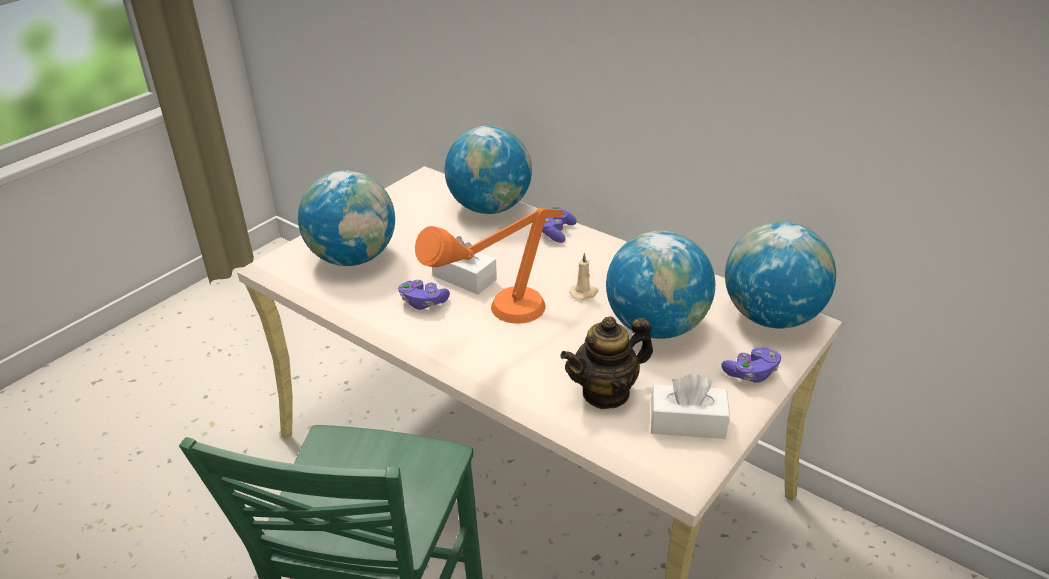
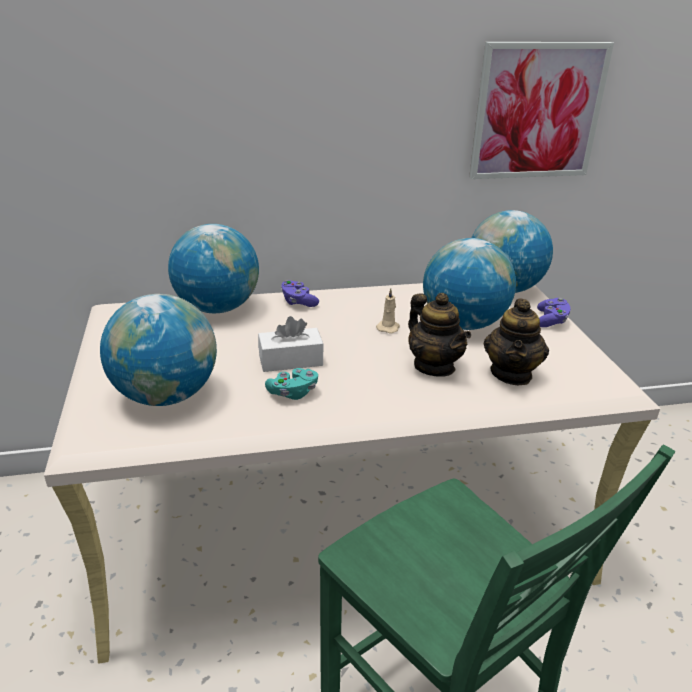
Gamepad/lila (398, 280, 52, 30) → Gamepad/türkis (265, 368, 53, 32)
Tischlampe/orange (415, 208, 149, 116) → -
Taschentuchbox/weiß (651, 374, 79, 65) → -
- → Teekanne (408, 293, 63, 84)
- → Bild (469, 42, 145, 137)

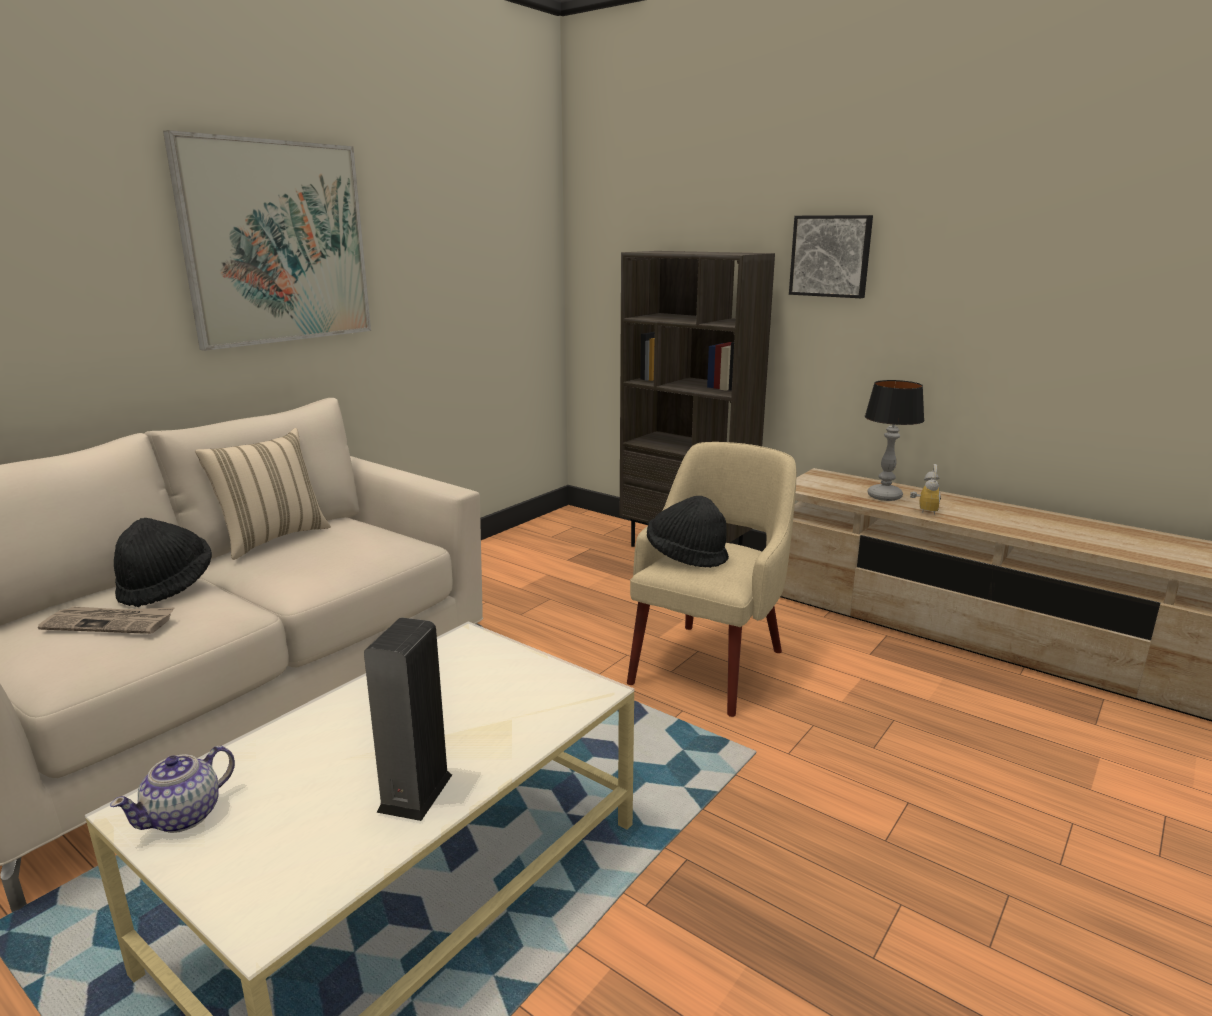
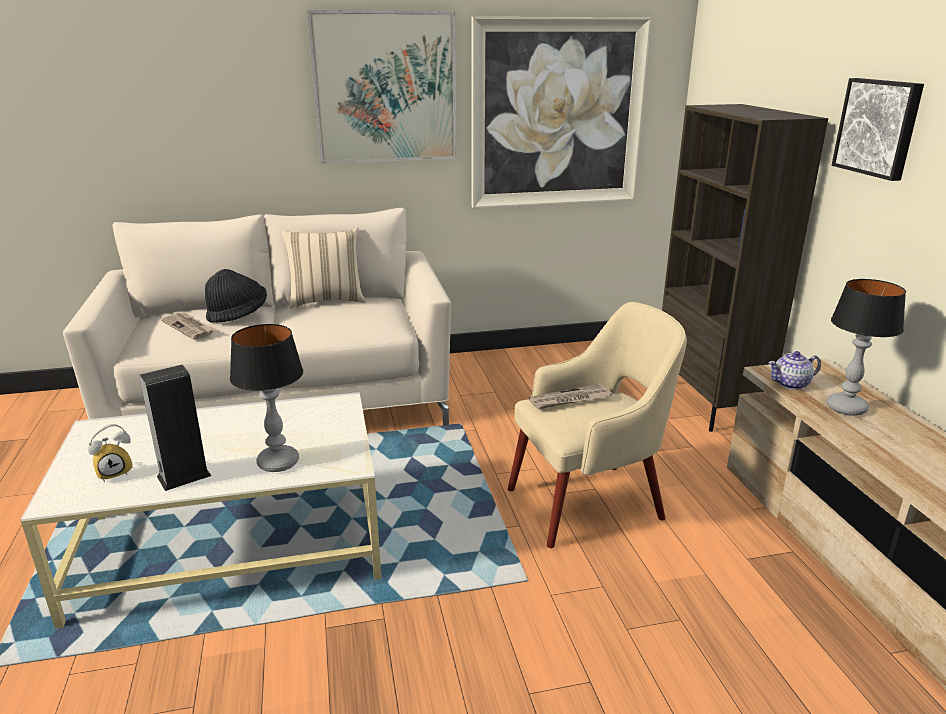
Teekanne (110, 746, 125, 87) → Teekanne (768, 351, 53, 39), move
Hut/schwarz (647, 496, 82, 72) → Zeitung (529, 384, 83, 25)
Wecker (910, 464, 31, 51) → Wecker (88, 424, 45, 58), move
- → Tischlampe (230, 324, 73, 148)
- → Bild (471, 17, 180, 191)

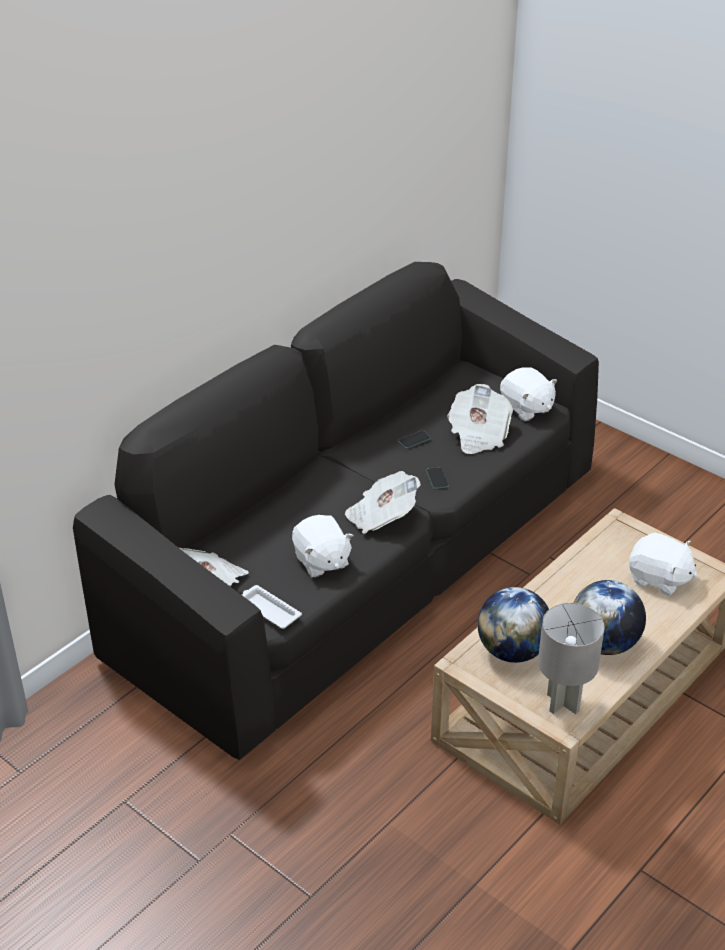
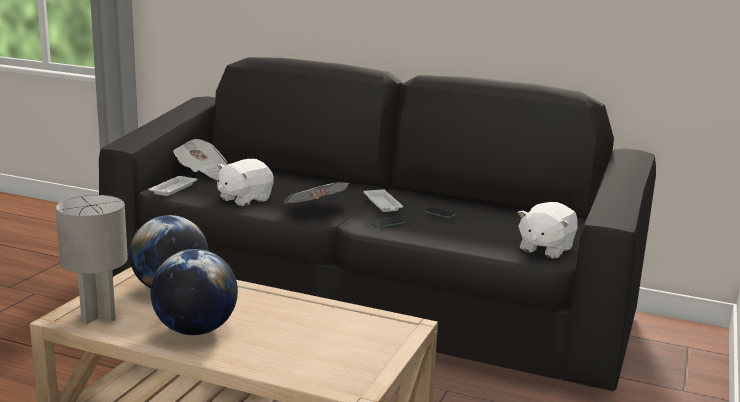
Zeitung (448, 384, 65, 70) → -
Plüschtier/weiß (629, 533, 68, 63) → -
- → Tablett/weiß (364, 189, 39, 23)

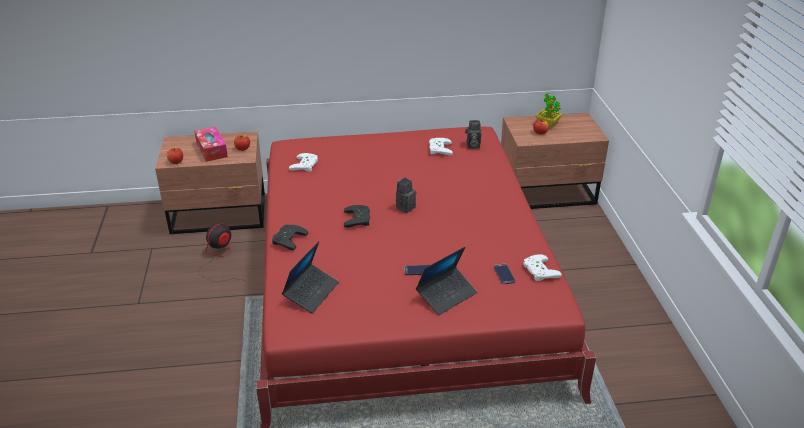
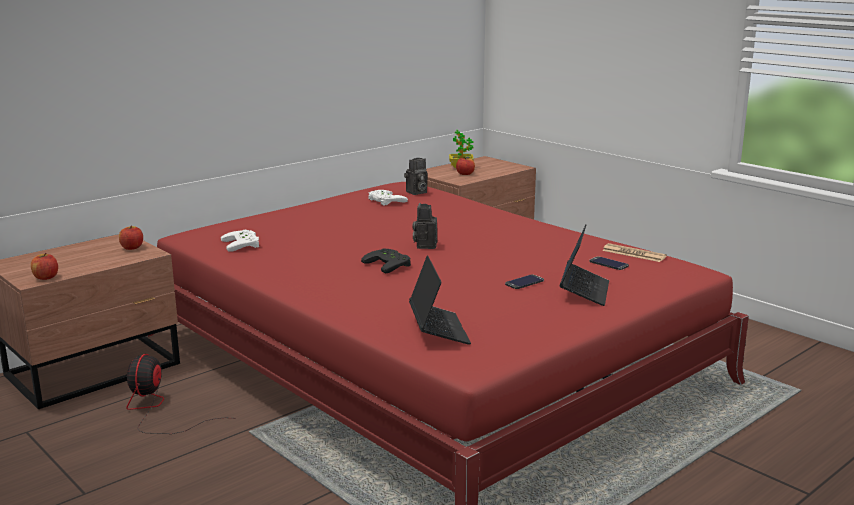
Taschentuchbox (194, 127, 34, 35) → -
Gamepad/schwarz (272, 225, 36, 26) → -
Gamepad/weiß (523, 254, 39, 27) → Zeitung (602, 243, 65, 19)

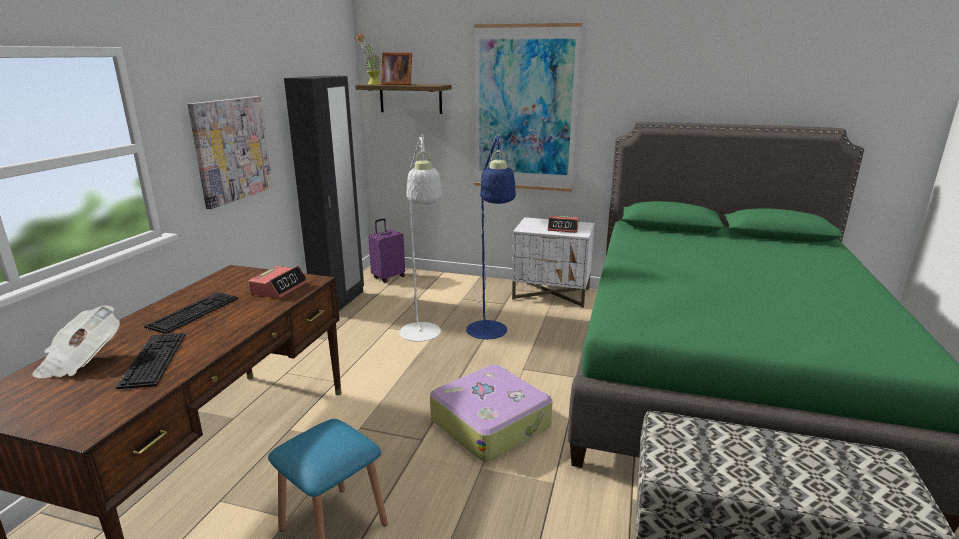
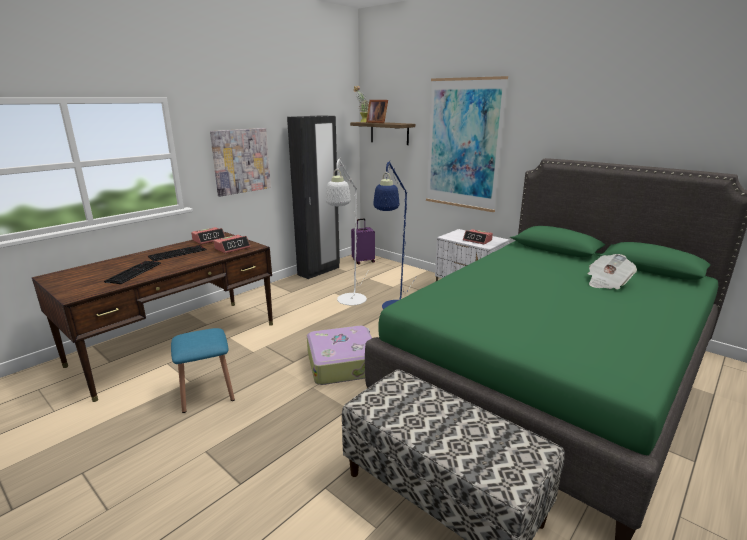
Zeitung (32, 305, 88, 73) → Zeitung (588, 254, 49, 35), move
- → Wecker (191, 227, 34, 17)

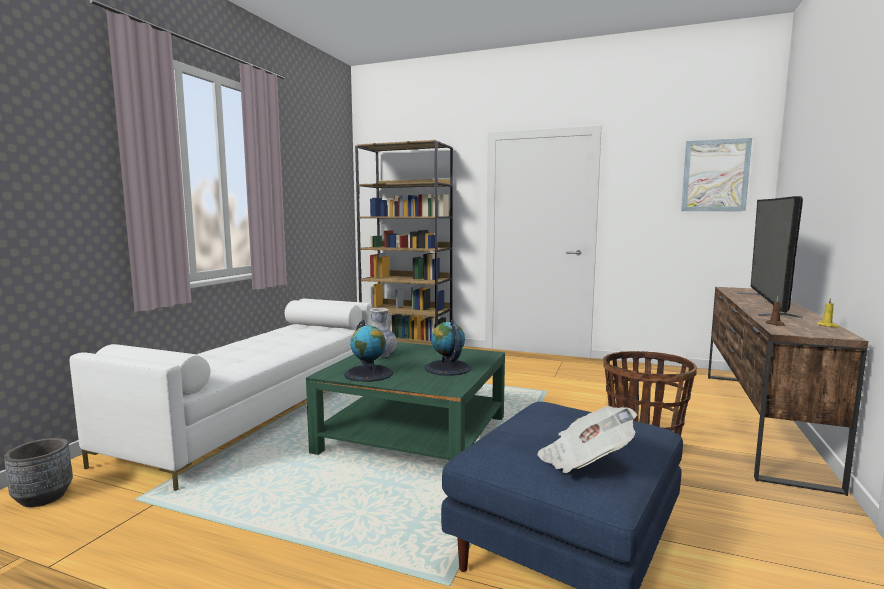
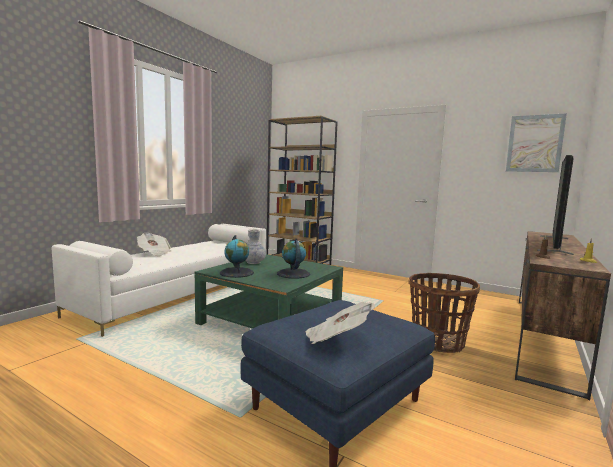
Pflanzkübel/grau (4, 438, 69, 69) → -
- → Zeitung (137, 233, 34, 23)

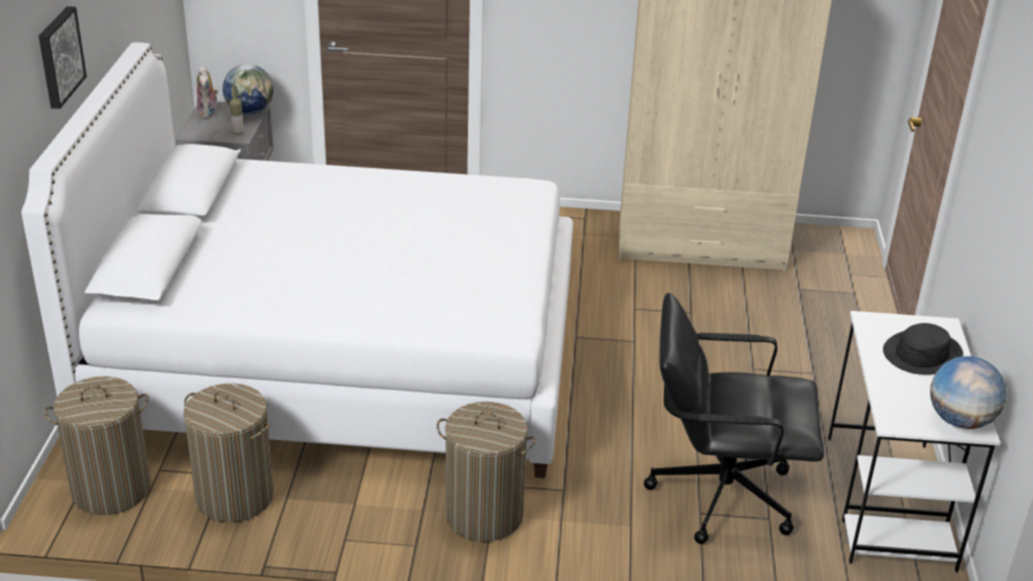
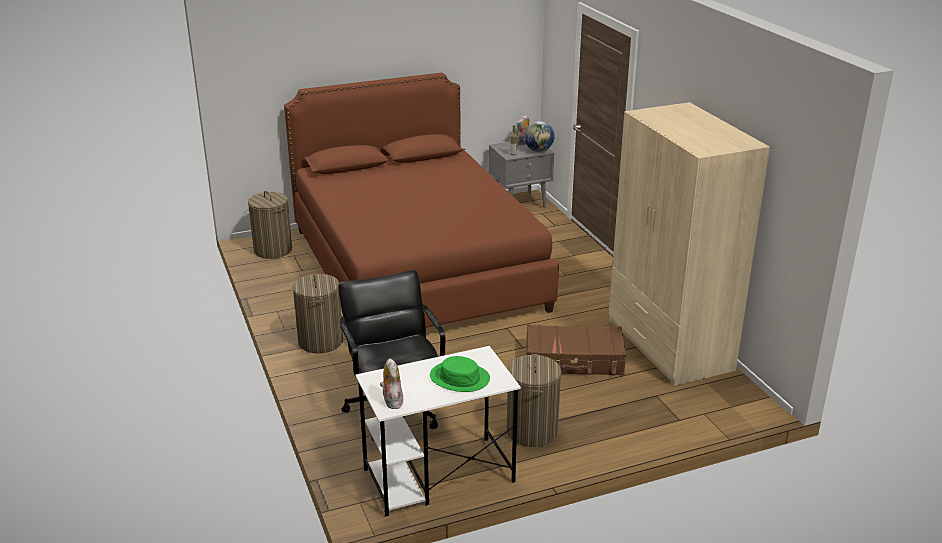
Bett/weiß (21, 42, 552, 436) → Bett/braun (284, 73, 275, 255)
Bild (39, 6, 48, 103) → -
Wäschekorb (184, 383, 90, 139) → Wäschekorb (507, 354, 54, 93), move
Hut/schwarz (883, 323, 80, 52) → Hut/grün (430, 356, 60, 36)
Globus (930, 356, 77, 73) → Plüschtier (380, 358, 23, 51)
- → Koffer/braun (526, 324, 100, 52)

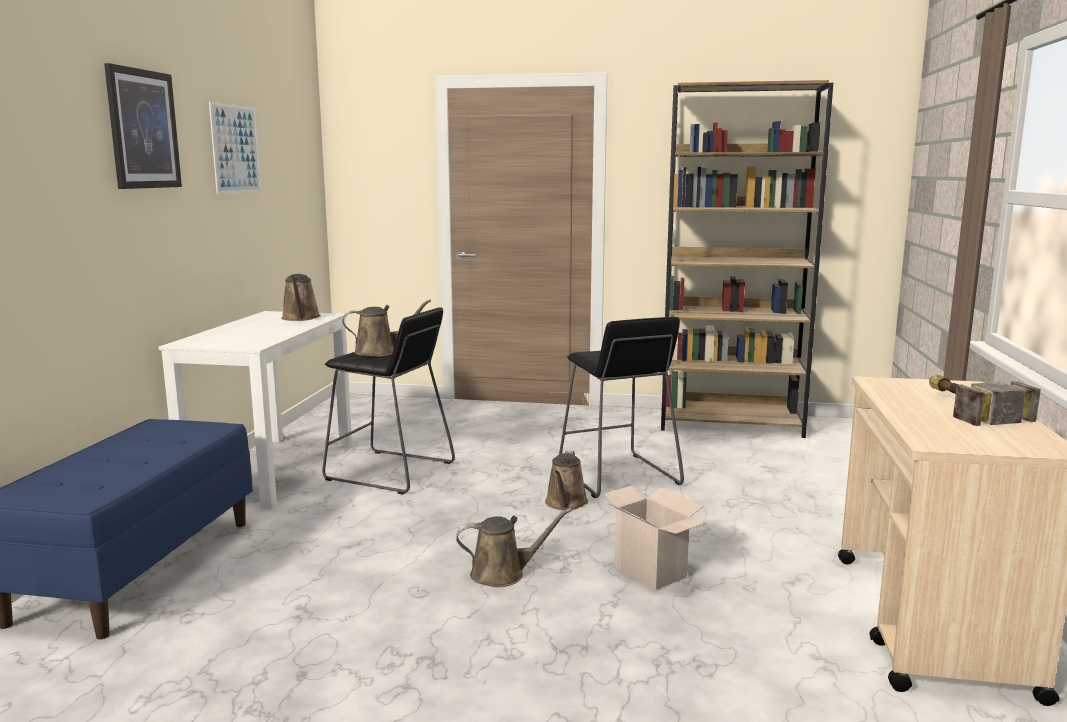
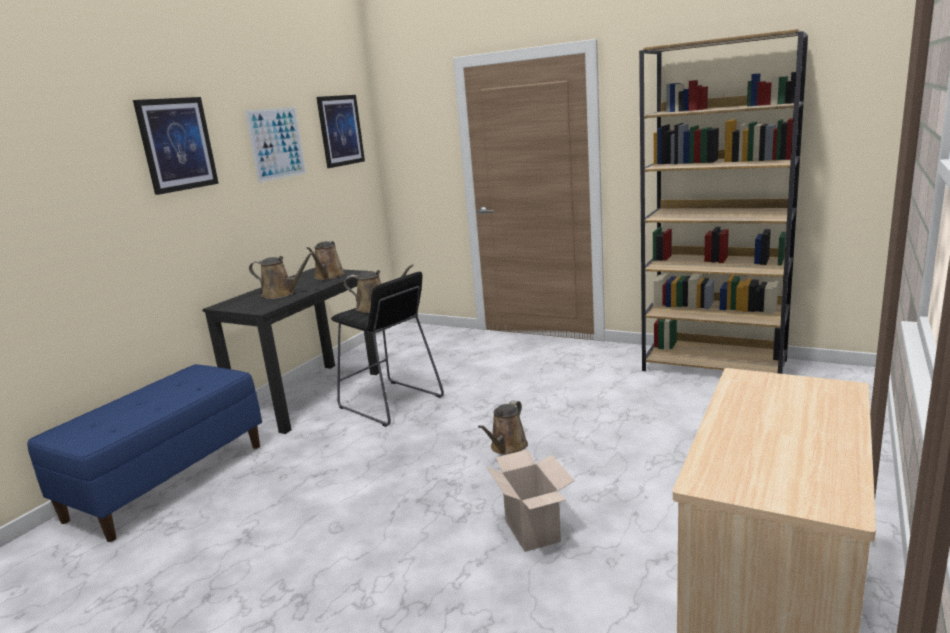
Schreibtisch/weiß (158, 311, 194, 199) → Schreibtisch/schwarz (202, 268, 177, 166)
Gießkanne/braun (456, 508, 116, 79) → Gießkanne/braun (249, 251, 65, 48), move
Hocker/schwarz (559, 317, 125, 181) → -
Hammer (929, 375, 112, 51) → -
- → Bild (316, 95, 49, 73)

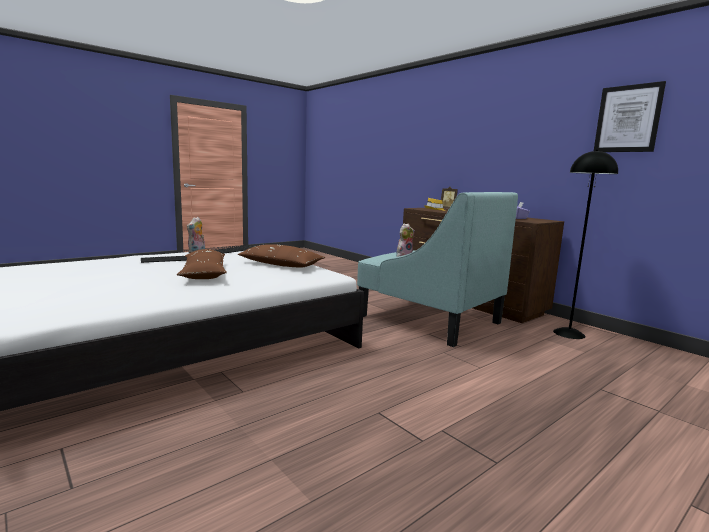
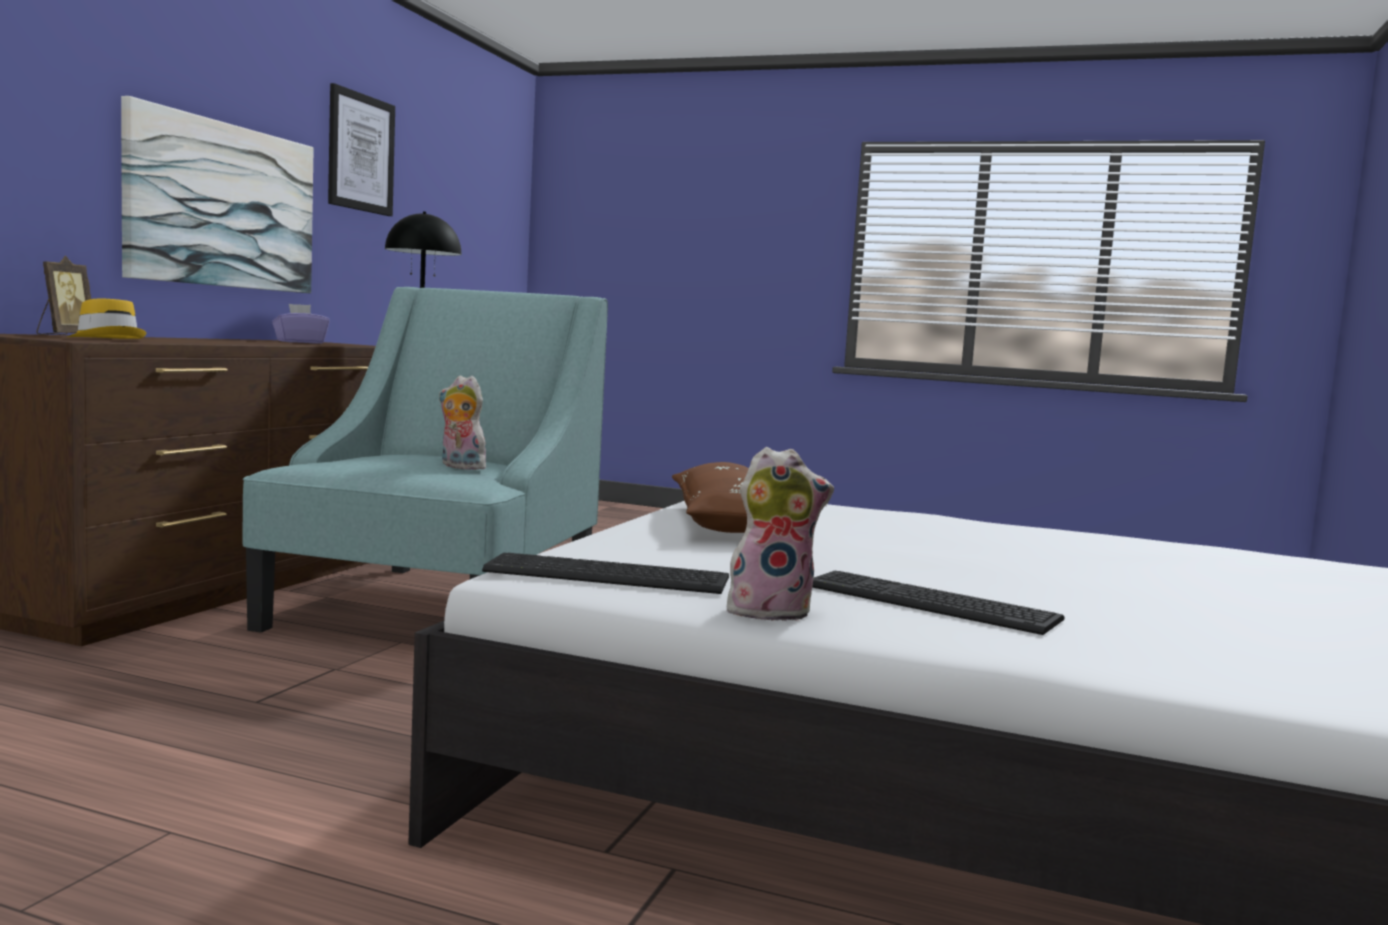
Kissen/braun (177, 249, 50, 30) → -
- → Bild (121, 96, 193, 197)

